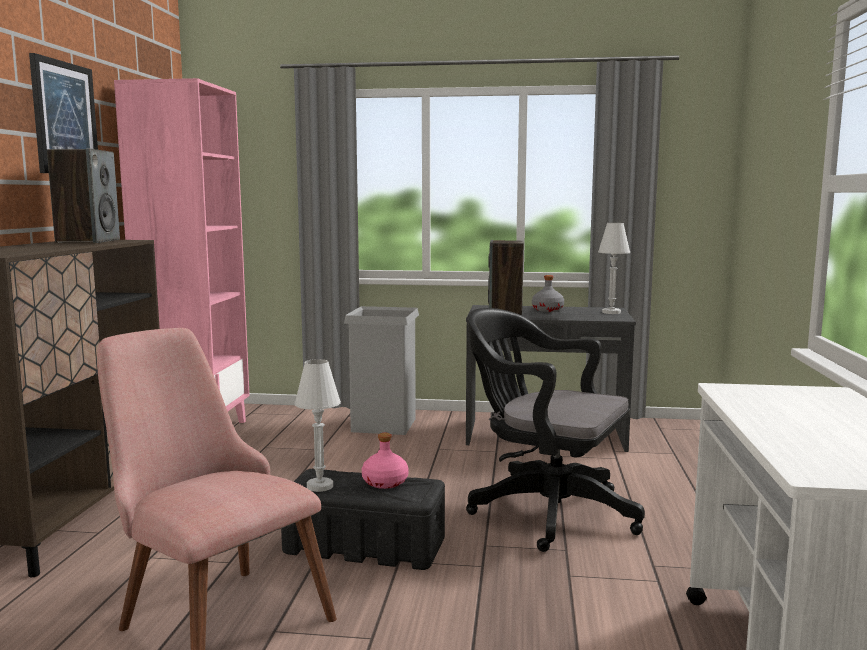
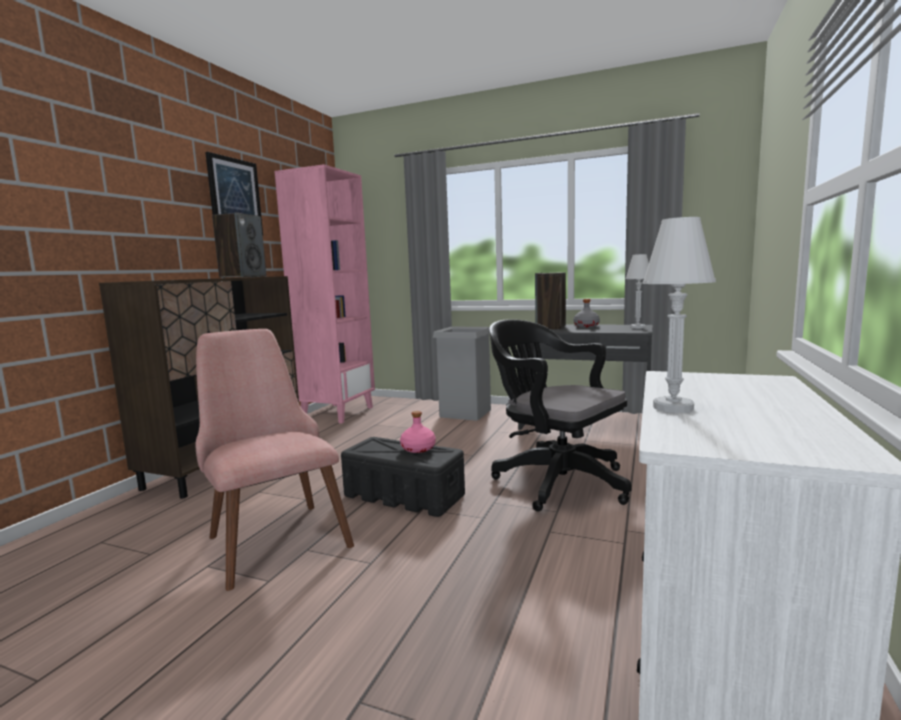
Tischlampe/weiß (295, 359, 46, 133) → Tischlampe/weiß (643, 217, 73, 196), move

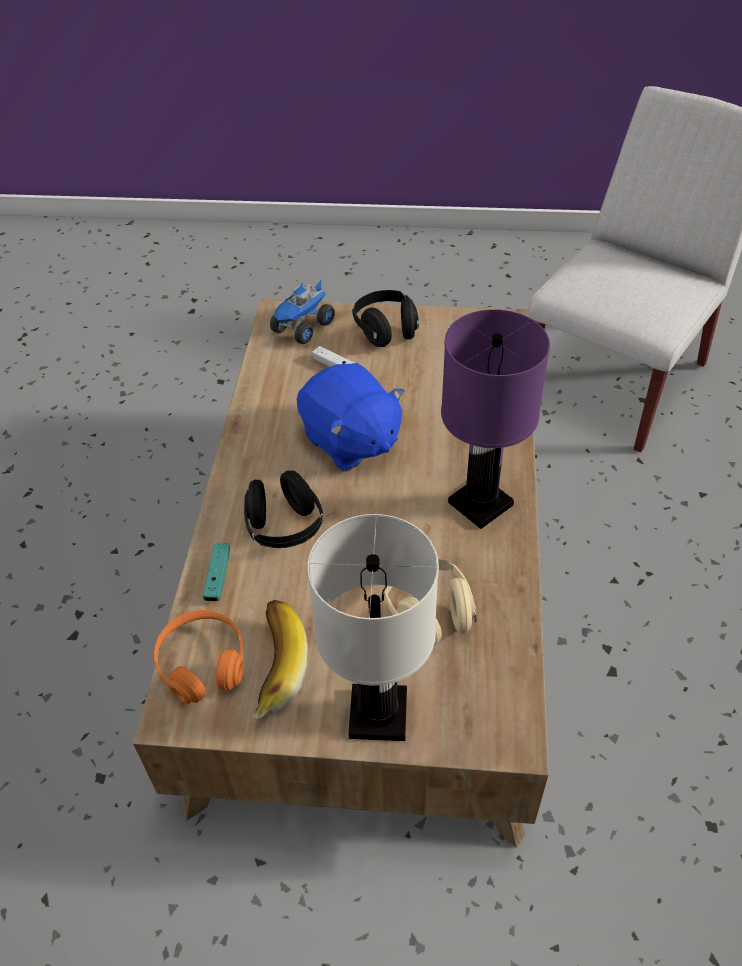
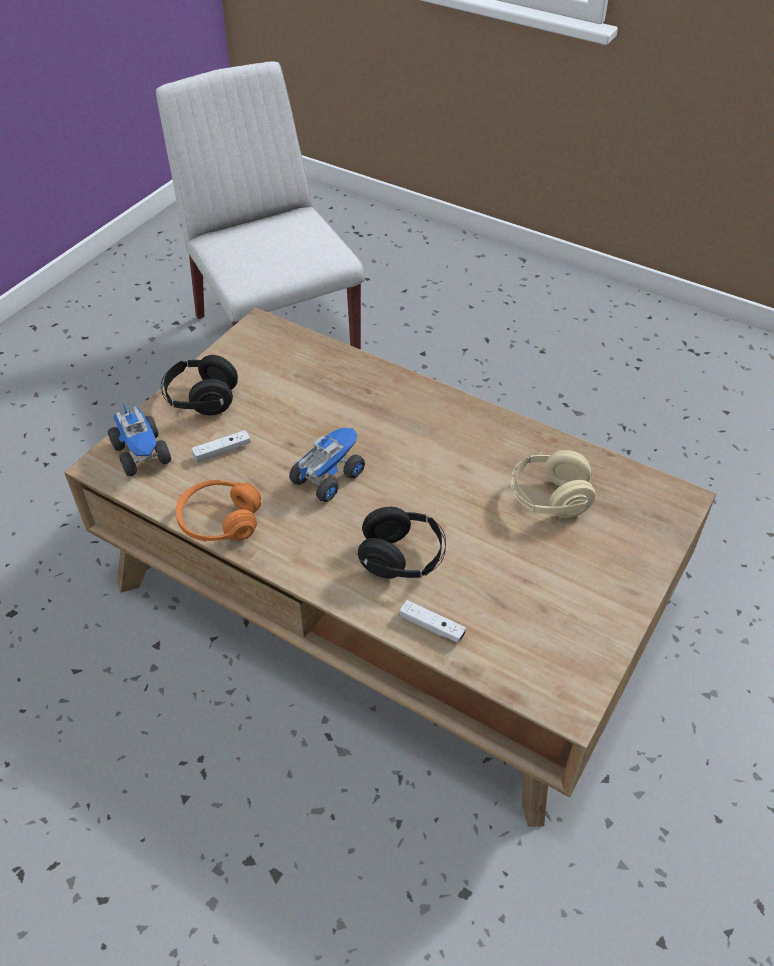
Kopfhörer/orange (154, 610, 90, 94) → Kopfhörer/orange (175, 480, 86, 61), move
Gamepad/türkis (203, 543, 27, 59) → Gamepad/weiß (399, 600, 67, 43)
Banane (250, 600, 58, 119) → -
Plüschtier/blau (297, 363, 108, 108) → Spielzeuglaster (289, 428, 76, 74)
Tischlampe/weiß (307, 514, 132, 227) → -
Tischlampe/lila (441, 309, 109, 220) → -

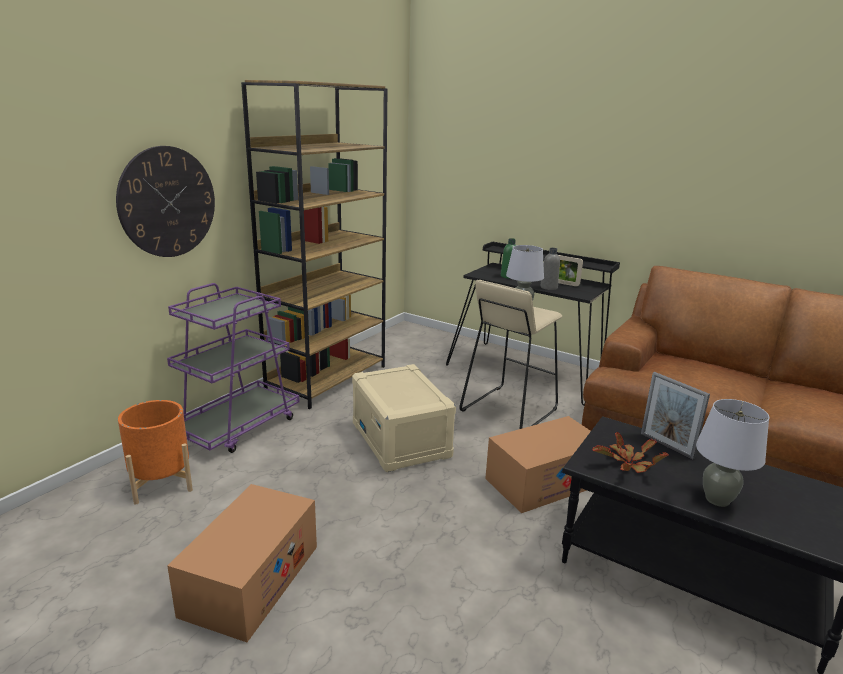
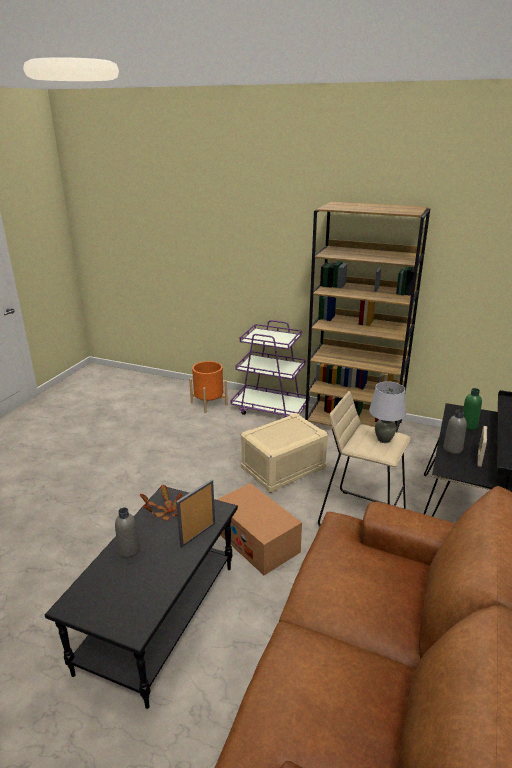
Wanduhr (116, 146, 99, 111) → -
Karton (167, 484, 150, 158) → -
Tischlampe/grau (696, 399, 73, 108) → Flasche/grau (115, 508, 25, 50)

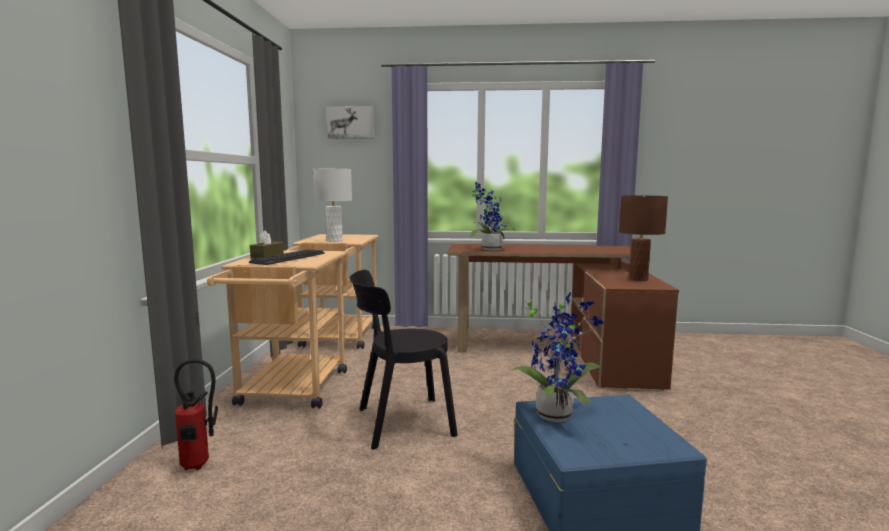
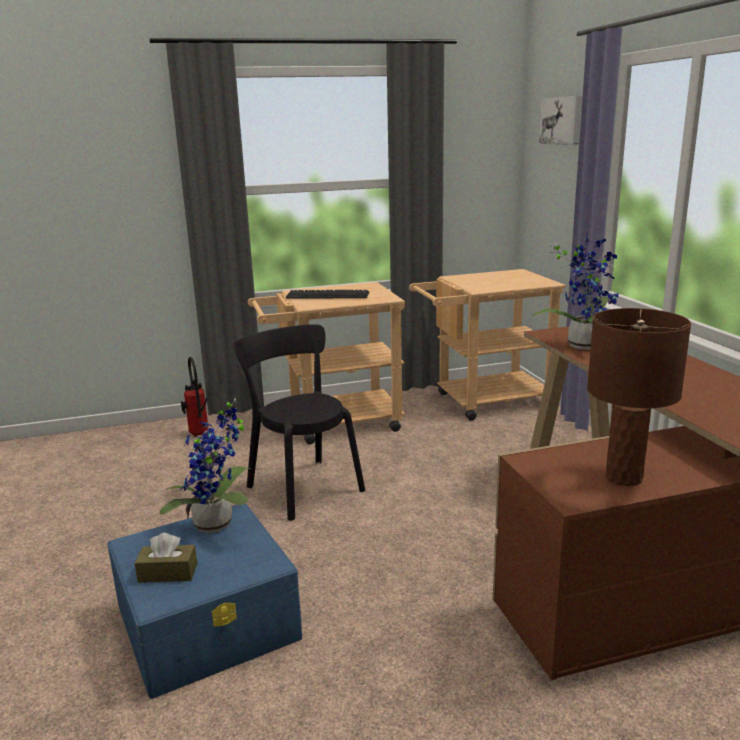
Taschentuchbox/braun (250, 231, 34, 28) → Taschentuchbox/braun (135, 533, 62, 50), move
Tischlampe/weiß (313, 169, 39, 73) → -

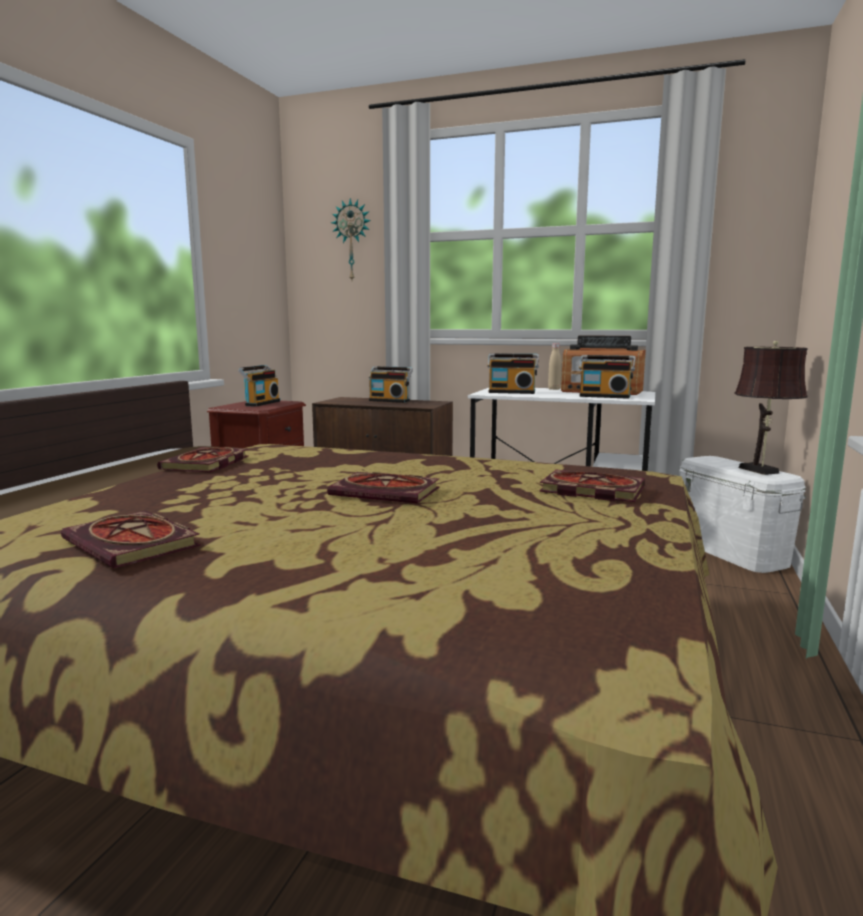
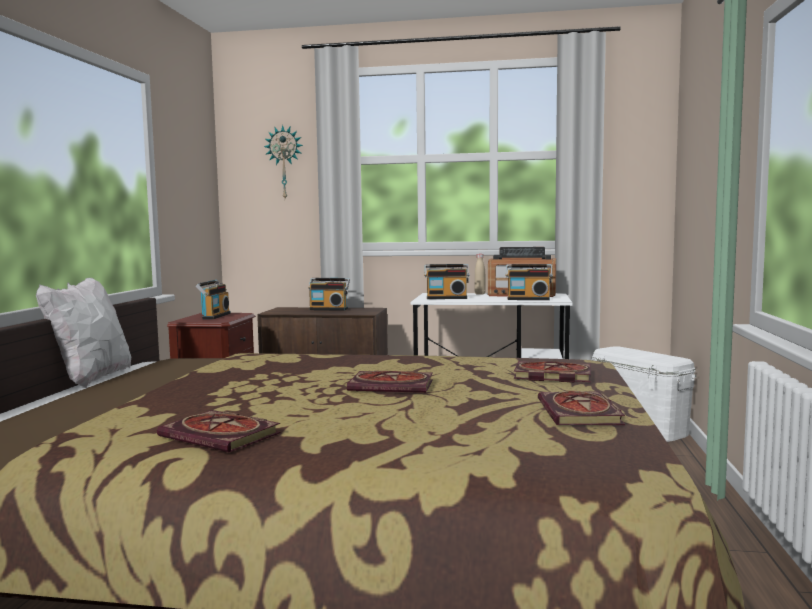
Buch (157, 447, 92, 25) → Buch (538, 391, 87, 34), move
Tischlampe/braun (734, 341, 73, 134) → -
- → Kissen/weiß (36, 278, 95, 110)

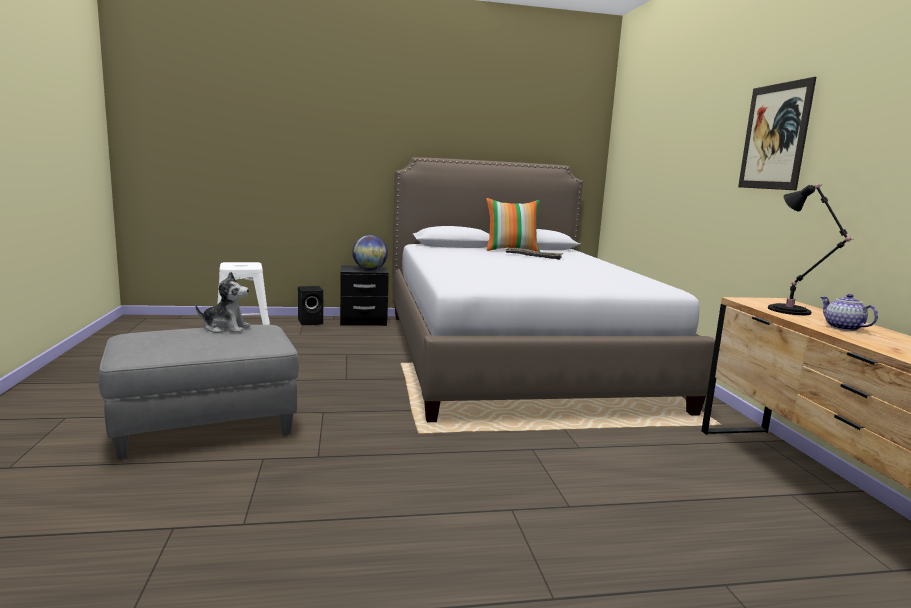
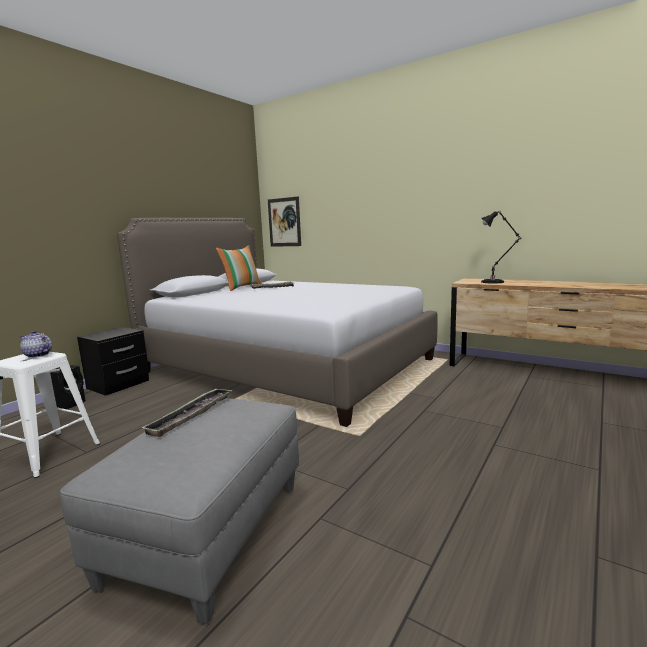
Plüschtier (195, 272, 55, 61) → Tablett (141, 388, 91, 49)
Globus (353, 235, 35, 35) → -
Bild (738, 77, 78, 114) → Bild (268, 196, 33, 51), move
Teekanne (821, 294, 57, 37) → Teekanne (20, 330, 32, 28), move

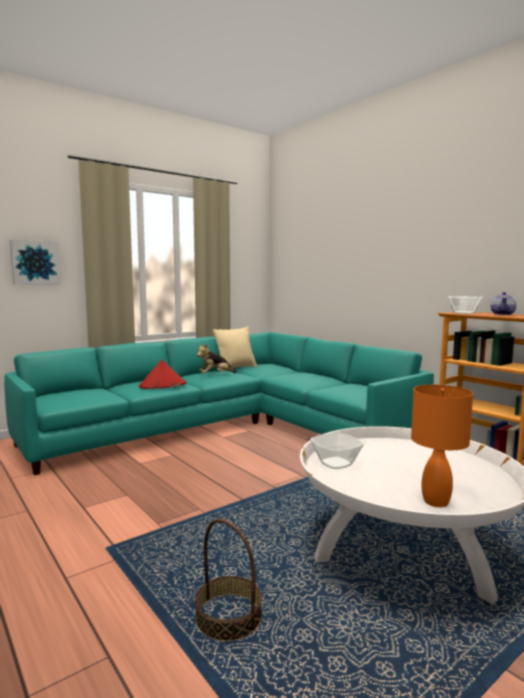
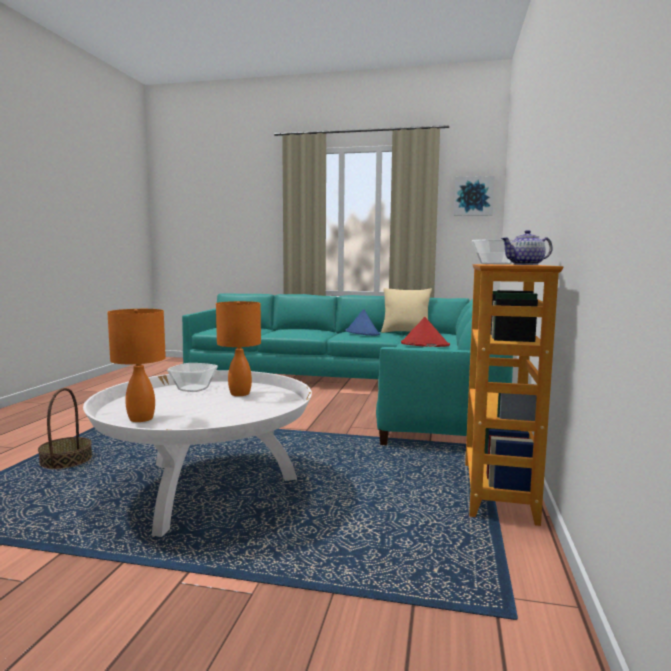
Bild (10, 239, 51, 46) → Bild (454, 176, 41, 40), move
Hut/rot (139, 360, 47, 29) → Hut/rot (401, 317, 49, 30), move
Plüschtier (197, 344, 39, 29) → Hut/blau (345, 309, 35, 27)
- → Tischlampe/orange (216, 301, 45, 95)

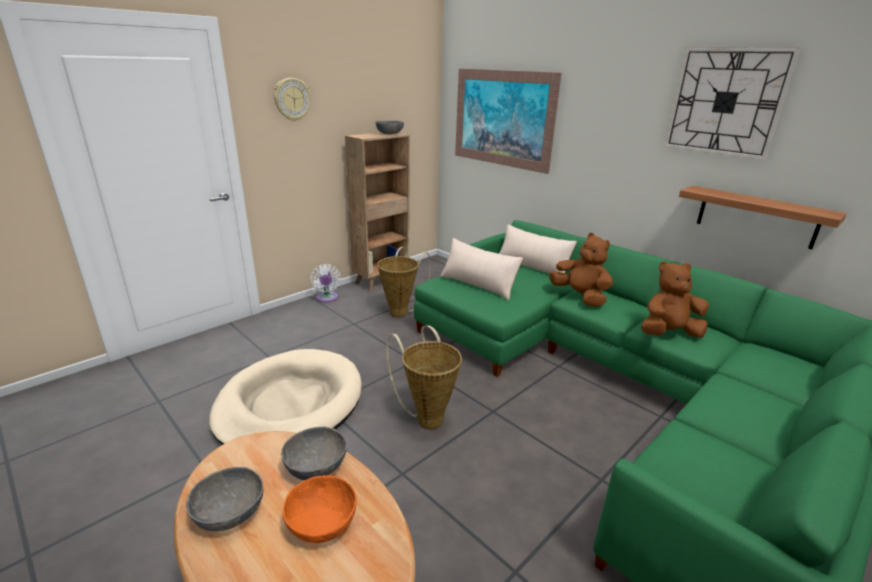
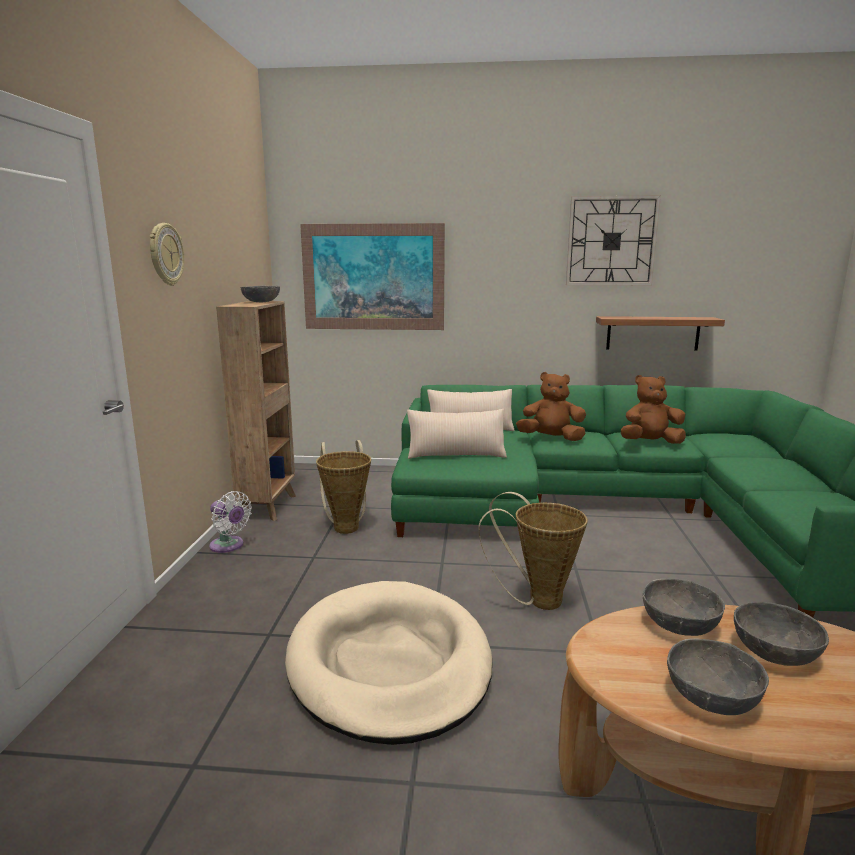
Schüssel/orange (283, 475, 74, 68) → Schüssel/grau (734, 602, 95, 64)
Plüschtier/braun (641, 261, 68, 77) → Plüschtier/braun (621, 375, 65, 69), 45 degrees clockwise

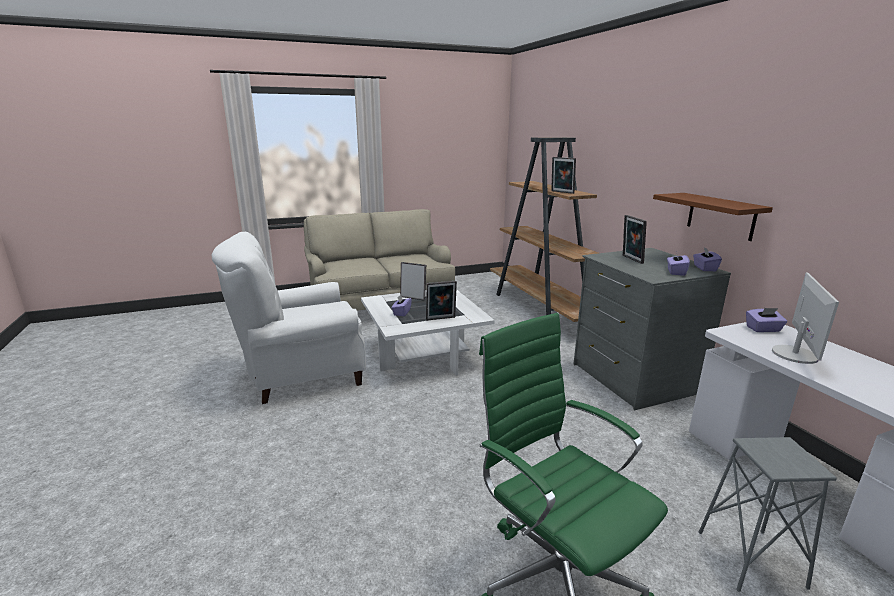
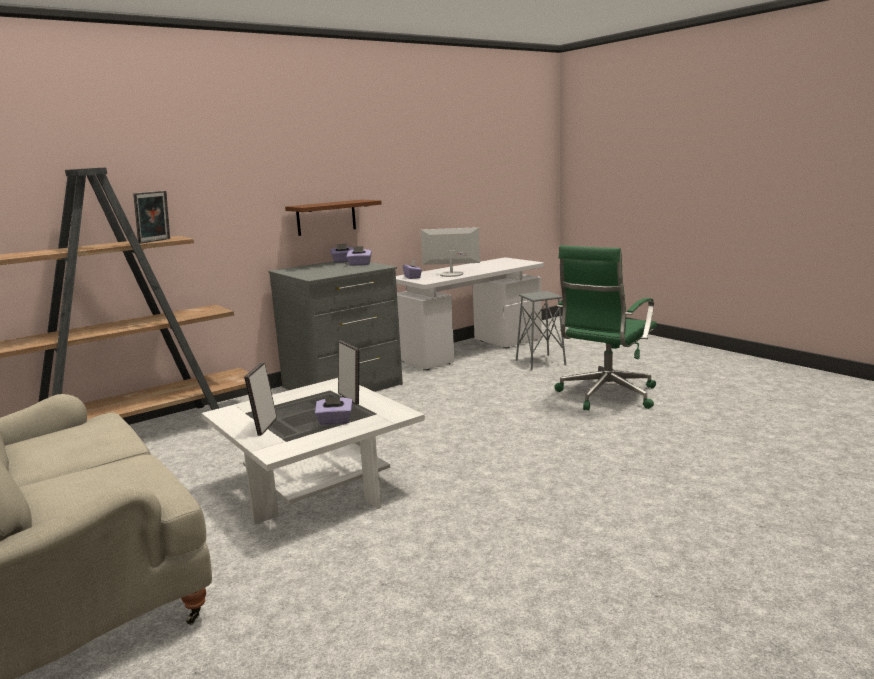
Sessel/weiß (212, 232, 154, 172) → -
Bilderrahmen (623, 215, 24, 49) → -

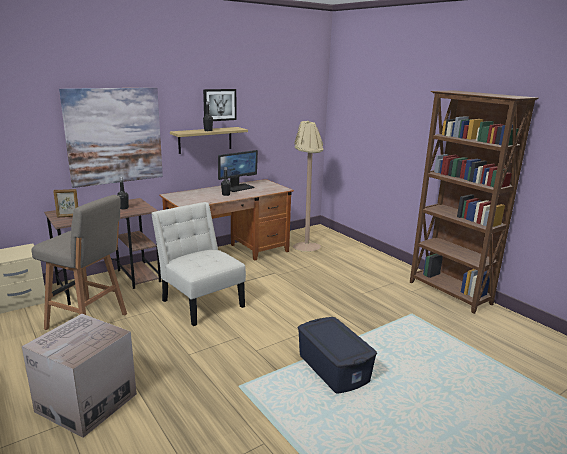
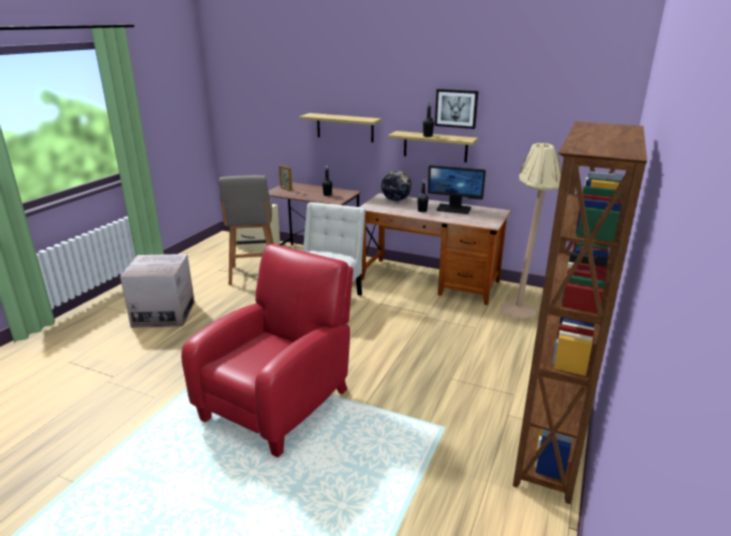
Bild (59, 87, 104, 101) → Wandregal (299, 113, 83, 29)
Aufbewahrungsbox/blau (298, 317, 79, 77) → Sessel/rot (181, 244, 172, 213)
- → Globus (381, 170, 31, 31)

